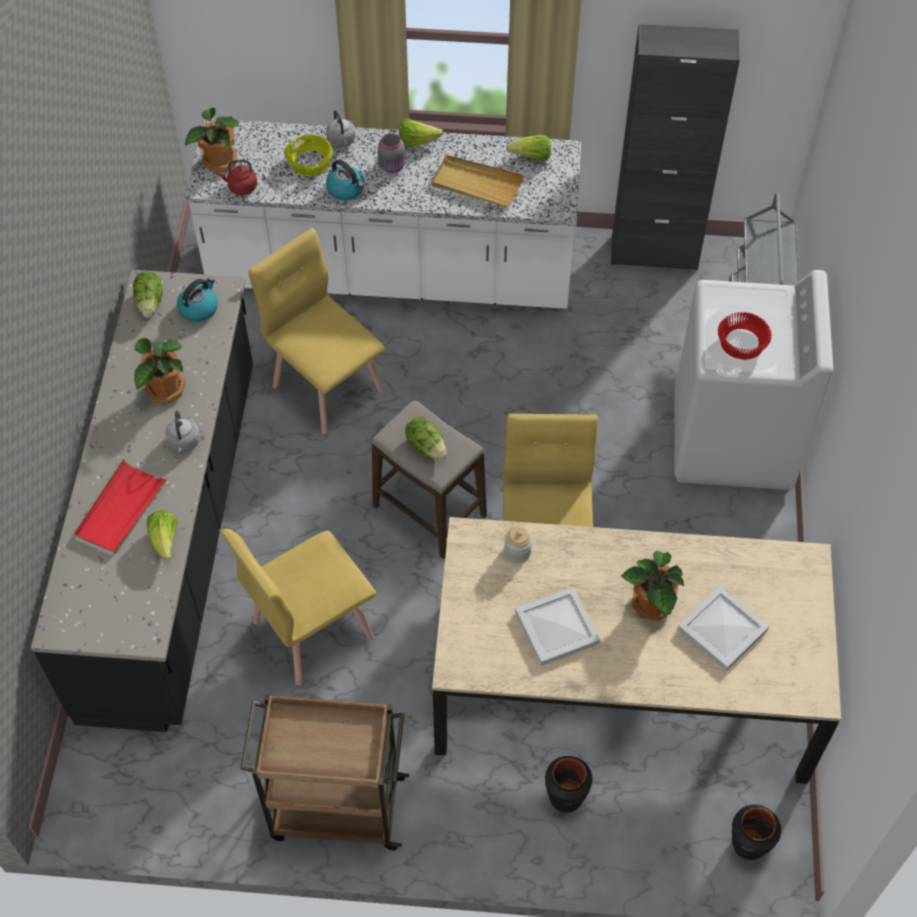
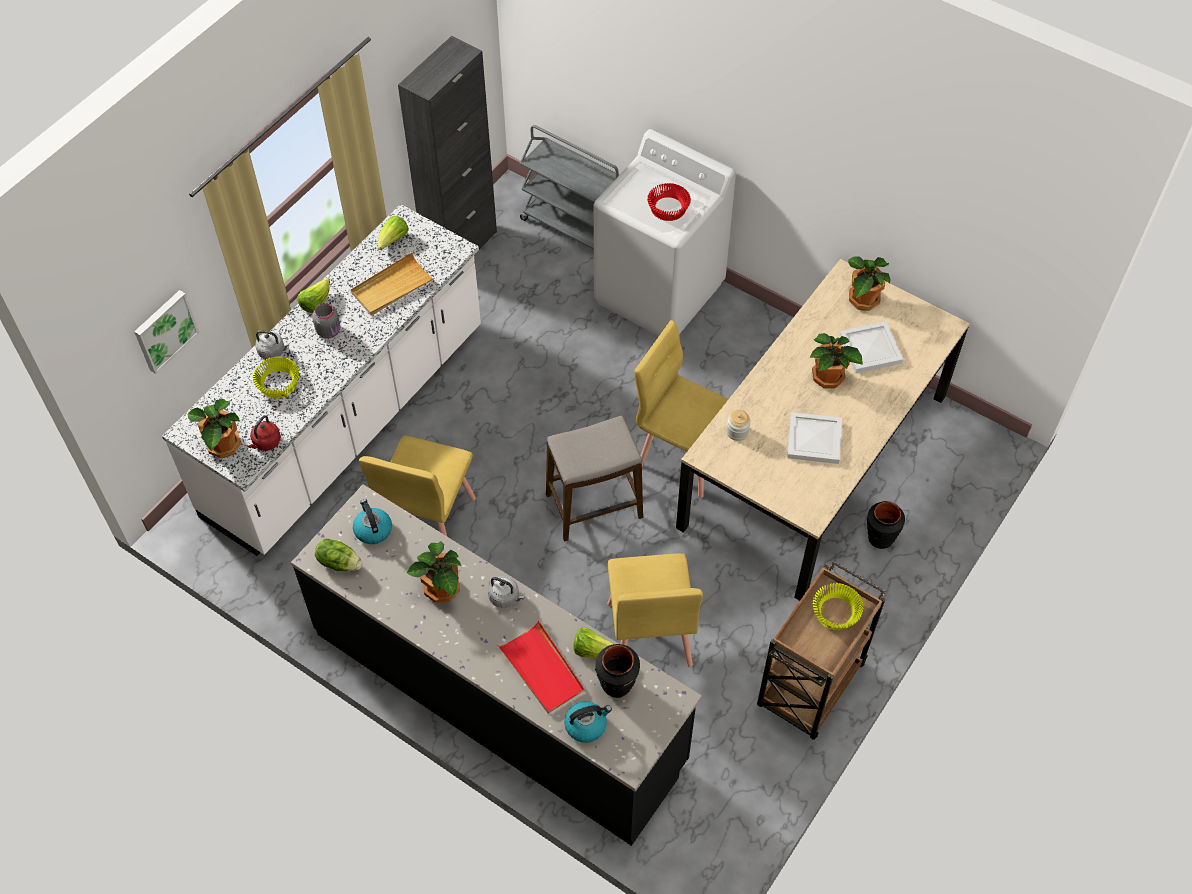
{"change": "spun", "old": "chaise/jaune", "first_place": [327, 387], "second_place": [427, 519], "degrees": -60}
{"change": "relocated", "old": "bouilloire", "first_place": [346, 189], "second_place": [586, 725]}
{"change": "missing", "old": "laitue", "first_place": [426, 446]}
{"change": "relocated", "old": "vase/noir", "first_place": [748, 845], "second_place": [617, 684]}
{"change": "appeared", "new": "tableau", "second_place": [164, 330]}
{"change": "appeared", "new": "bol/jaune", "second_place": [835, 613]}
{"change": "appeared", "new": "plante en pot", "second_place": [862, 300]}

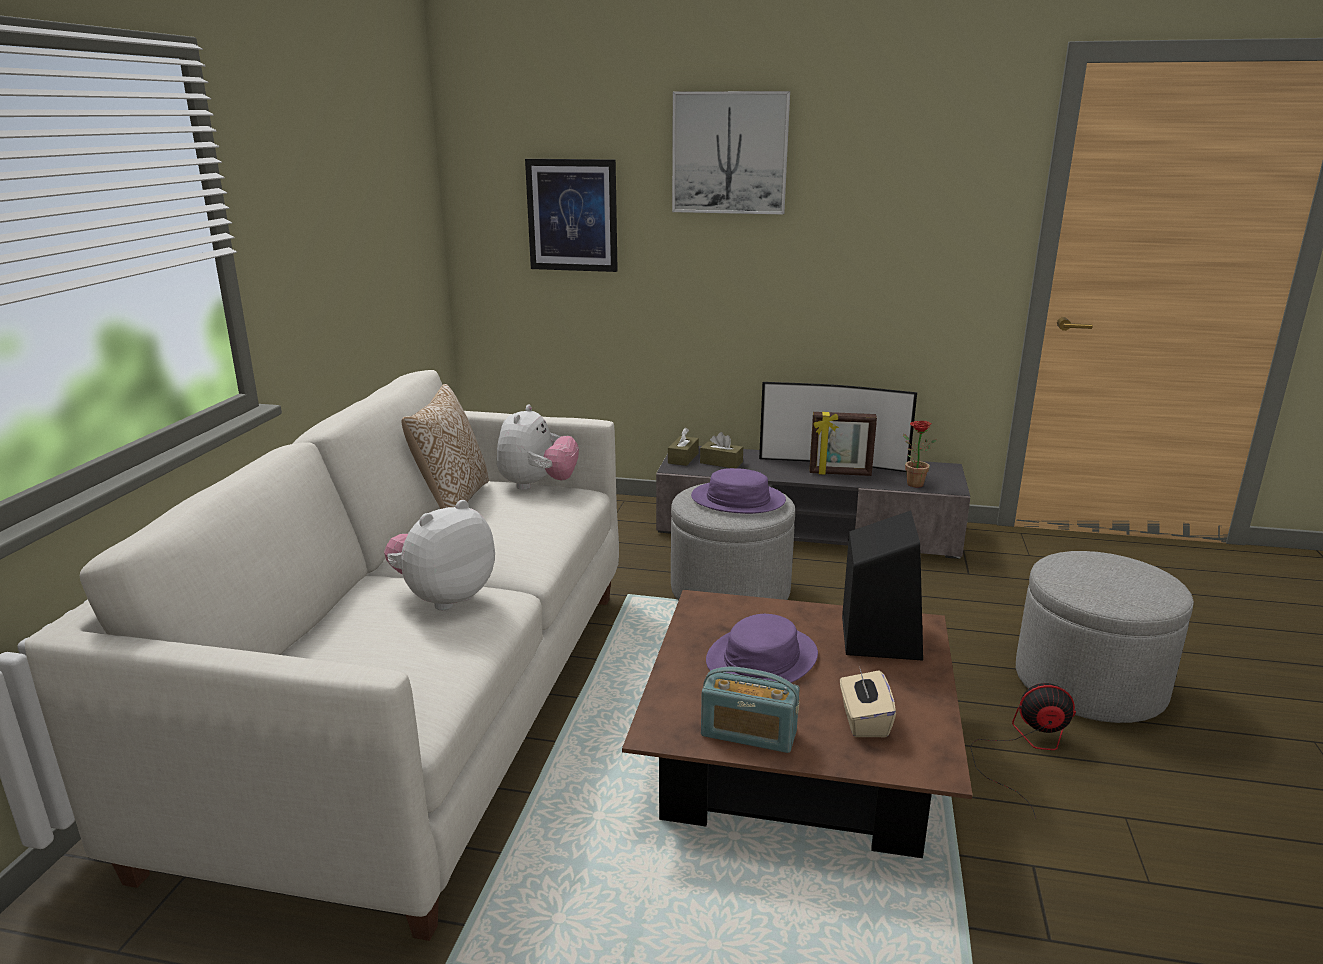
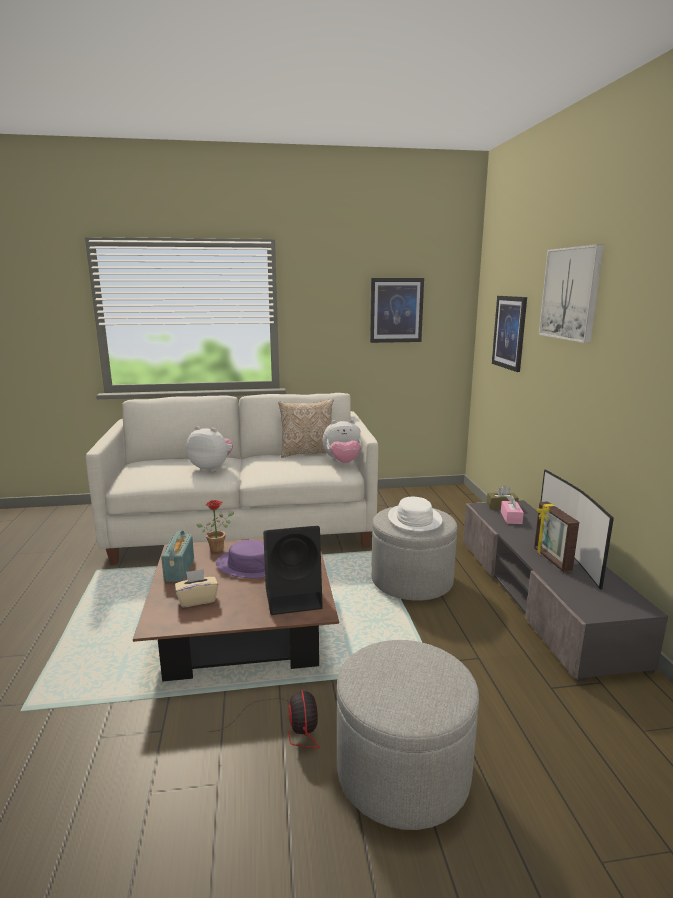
{"change": "colour", "old": "chapeau/violet", "new": "chapeau/blanc", "first_place": [738, 500], "second_place": [414, 519]}
{"change": "colour", "old": "boîte à mouchoirs/marron", "new": "boîte à mouchoirs/rose", "first_place": [721, 462], "second_place": [511, 518]}
{"change": "relocated", "old": "plante en pot", "first_place": [912, 483], "second_place": [218, 548]}
{"change": "appeared", "new": "tableau", "second_place": [396, 310]}

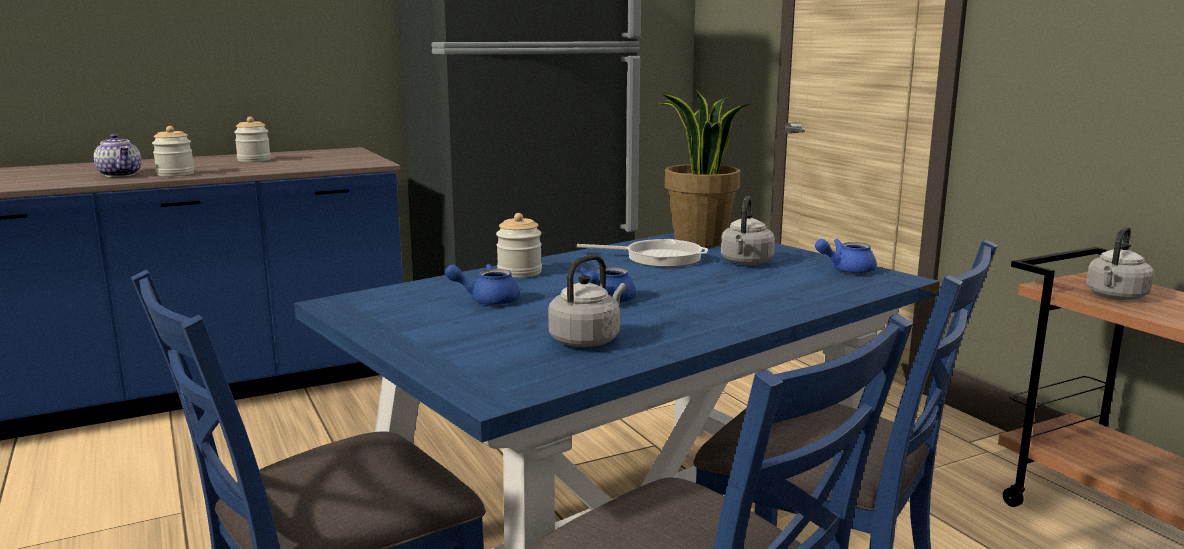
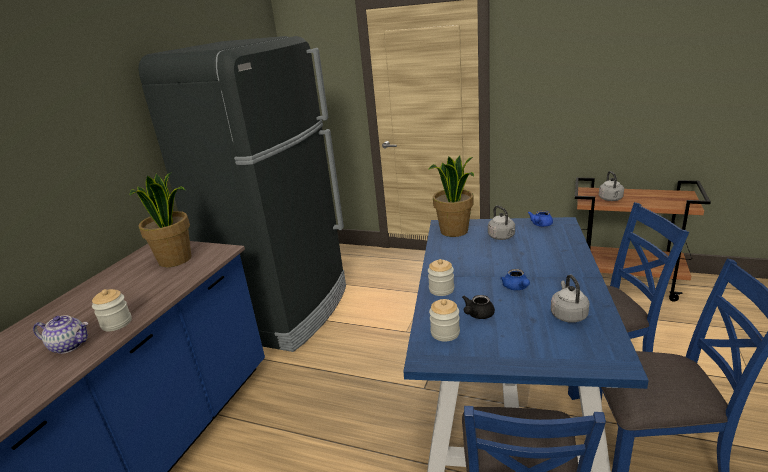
{"change": "relocated", "old": "bocal", "first_place": [254, 160], "second_place": [445, 333]}
{"change": "colour", "old": "théière/bleu", "new": "théière/noir", "first_place": [487, 300], "second_place": [477, 315]}
{"change": "missing", "old": "poêle", "first_place": [658, 258]}
{"change": "appeared", "new": "plante en pot", "second_place": [176, 259]}

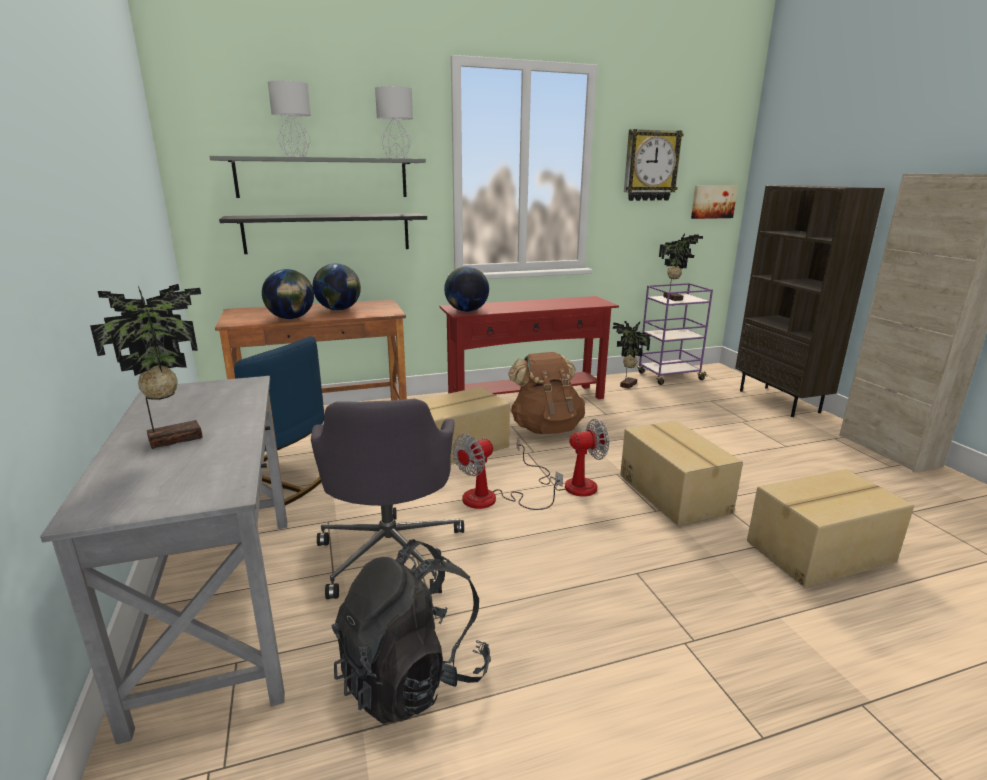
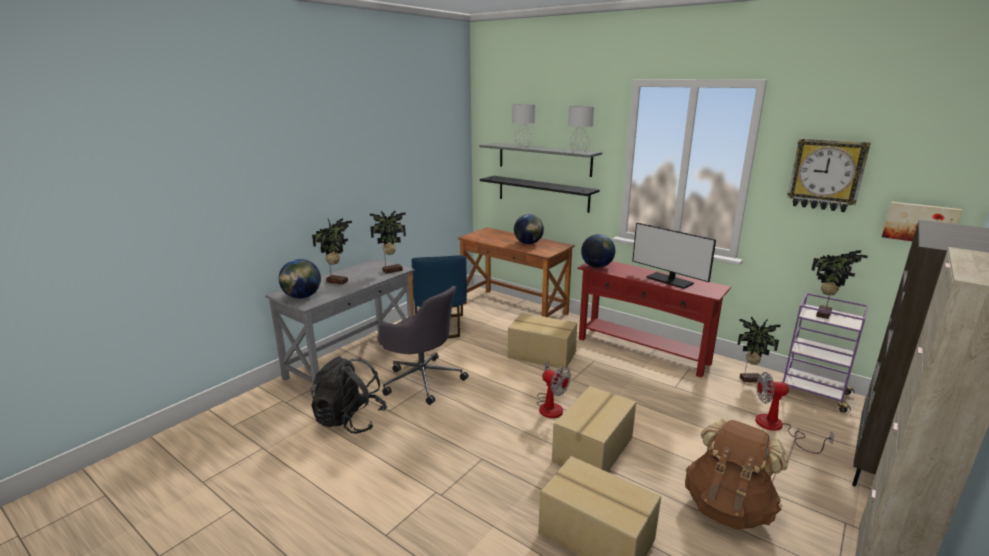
{"change": "relocated", "old": "globe", "first_place": [291, 318], "second_place": [302, 297]}
{"change": "spun", "old": "chaise de bureau/gris", "first_place": [391, 552], "second_place": [422, 379], "degrees": -105}
{"change": "relocated", "old": "ventilateur", "first_place": [492, 500], "second_place": [777, 428]}
{"change": "relocated", "old": "sac à dos/marron", "first_place": [546, 428], "second_place": [728, 508]}
{"change": "appeared", "new": "plante en pot", "second_place": [391, 270]}
{"change": "appeared", "new": "écran d'ordinateur", "second_place": [669, 280]}

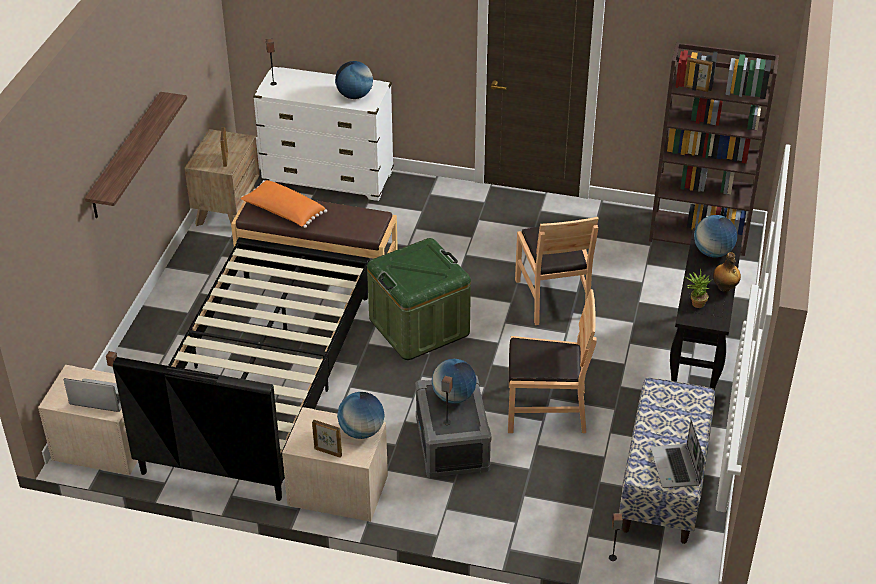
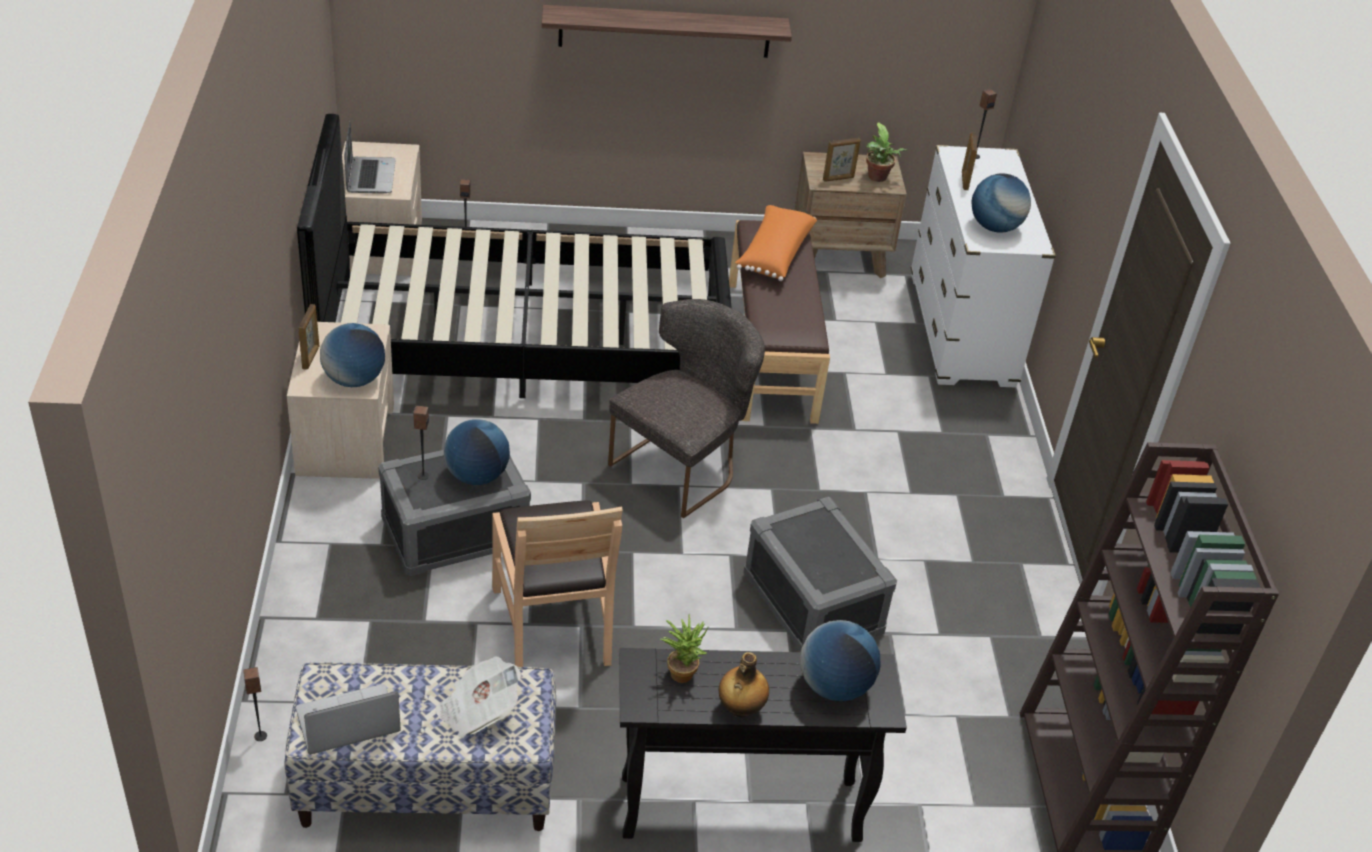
{"change": "exchanged", "old": "boîte de rangement/vert", "new": "chaise/gris", "first_place": [419, 327], "second_place": [683, 466]}
{"change": "exchanged", "old": "chaise/marron", "new": "boîte de rangement/gris", "first_place": [553, 298], "second_place": [811, 603]}
{"change": "relocated", "old": "cadre photo", "first_place": [696, 89], "second_place": [964, 181]}
{"change": "appeared", "new": "journal", "second_place": [478, 711]}
{"change": "appeared", "new": "plante en pot", "second_place": [878, 178]}

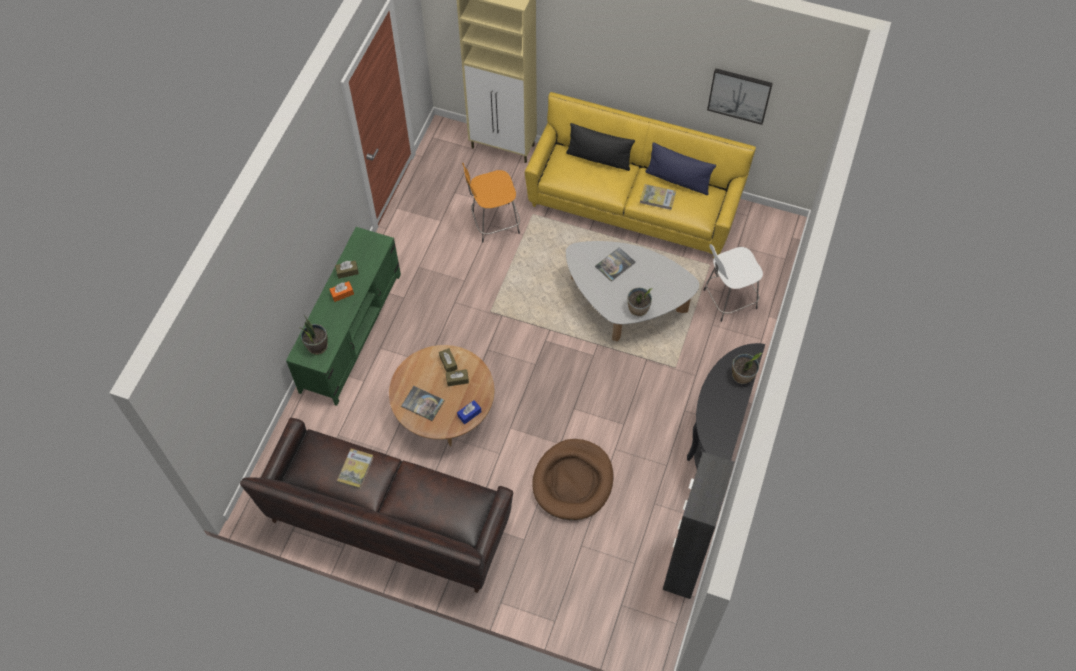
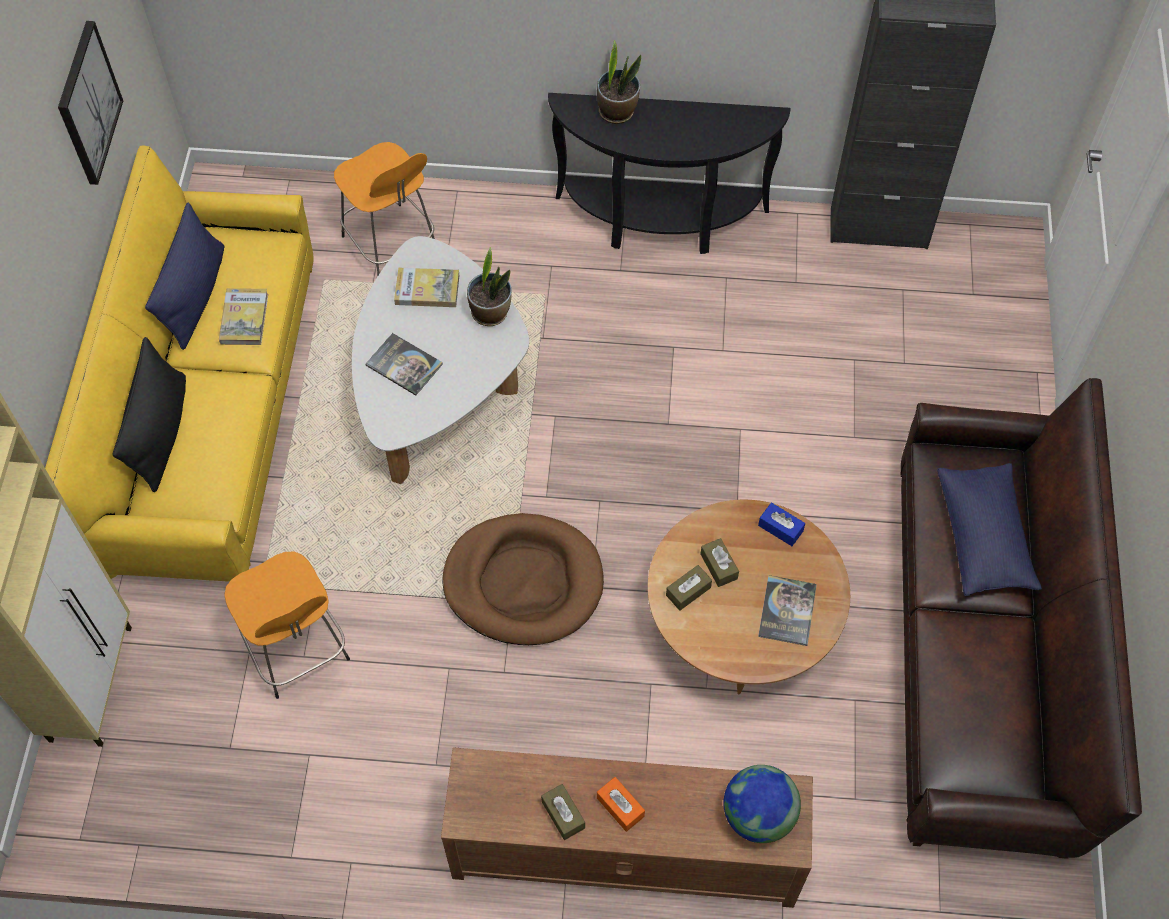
{"change": "colour", "old": "meuble télé/vert", "new": "meuble télé/marron", "first_place": [351, 331], "second_place": [623, 850]}
{"change": "exchanged", "old": "plante en pot", "new": "globe", "first_place": [317, 346], "second_place": [758, 815]}
{"change": "relocated", "old": "livre", "first_place": [355, 469], "second_place": [427, 289]}
{"change": "relocated", "old": "panier pour chien/marron", "first_place": [573, 481], "second_place": [523, 582]}
{"change": "colour", "old": "tabouret/blanc", "new": "tabouret/orange", "first_place": [728, 300], "second_place": [391, 244]}
{"change": "appeared", "new": "coussin/bleu", "second_place": [983, 538]}

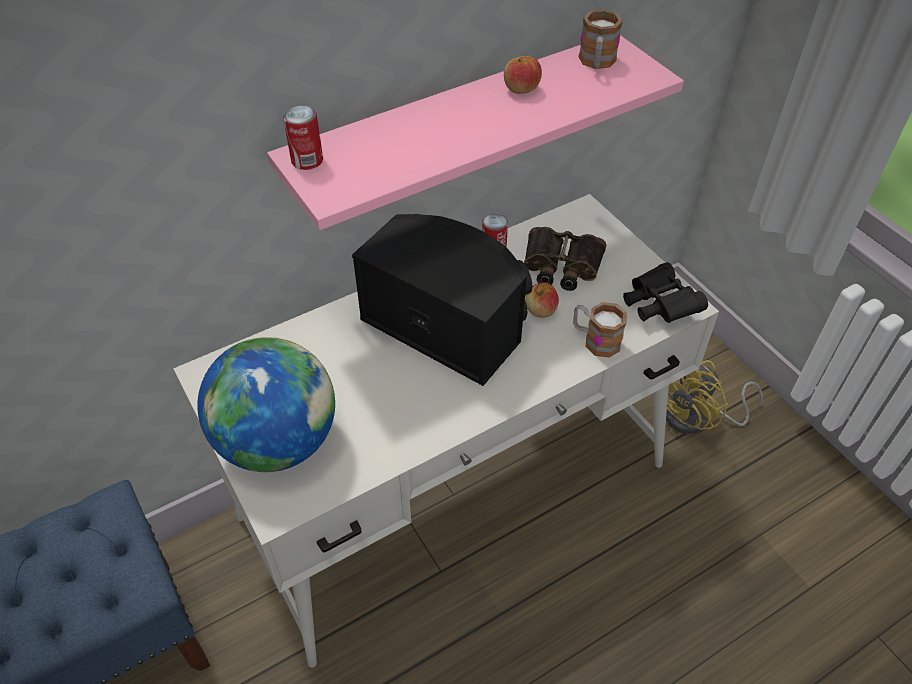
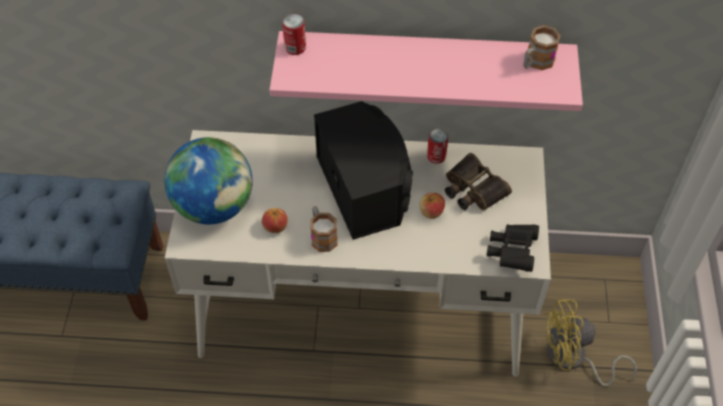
{"change": "relocated", "old": "pomme", "first_place": [521, 89], "second_place": [275, 226]}
{"change": "relocated", "old": "mug", "first_place": [595, 340], "second_place": [322, 236]}

